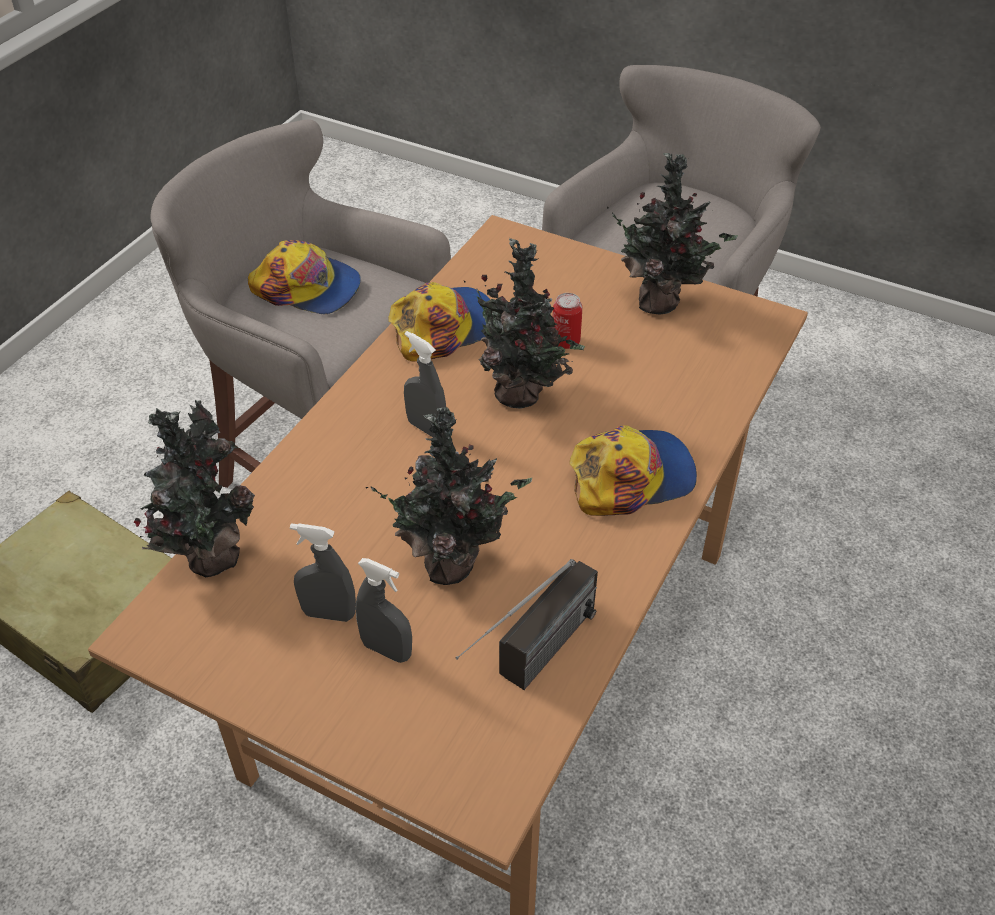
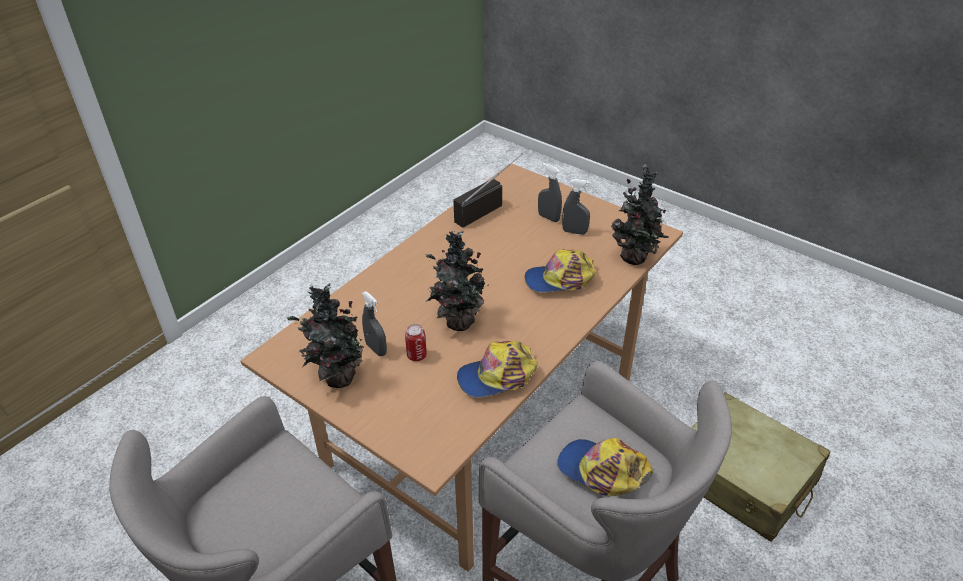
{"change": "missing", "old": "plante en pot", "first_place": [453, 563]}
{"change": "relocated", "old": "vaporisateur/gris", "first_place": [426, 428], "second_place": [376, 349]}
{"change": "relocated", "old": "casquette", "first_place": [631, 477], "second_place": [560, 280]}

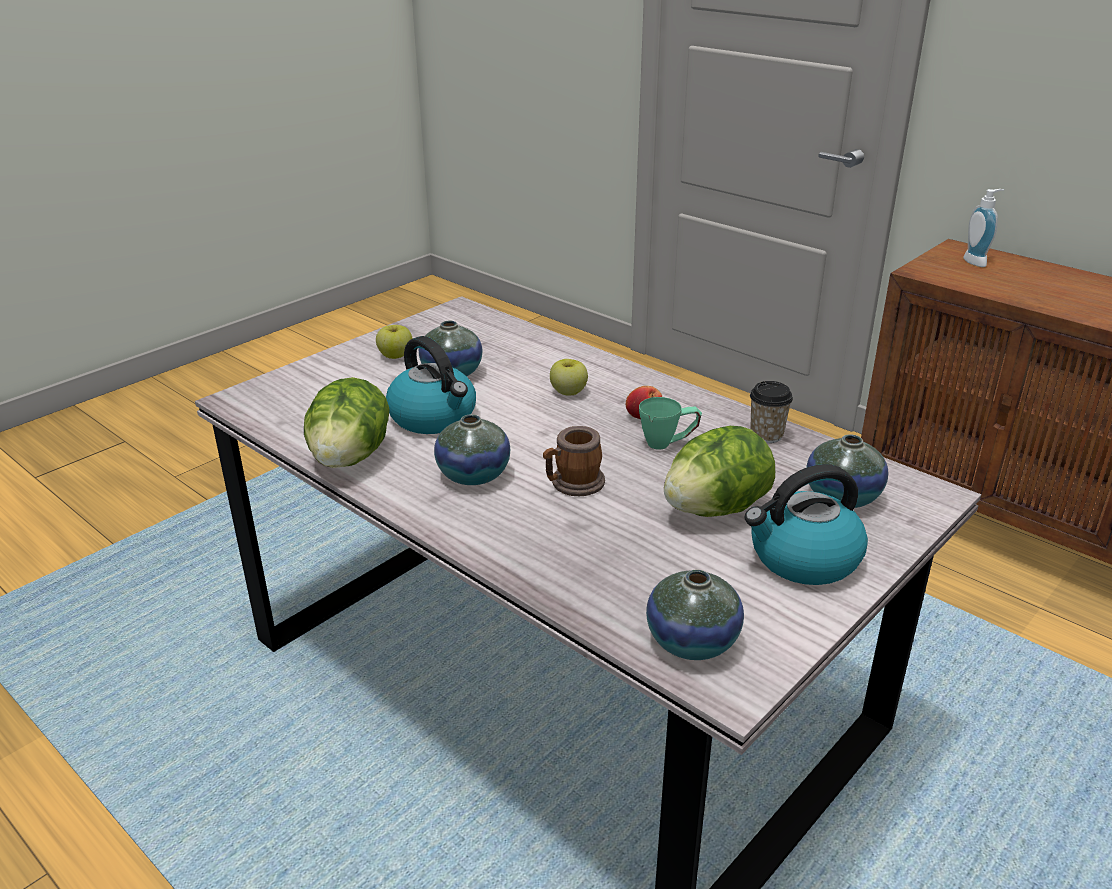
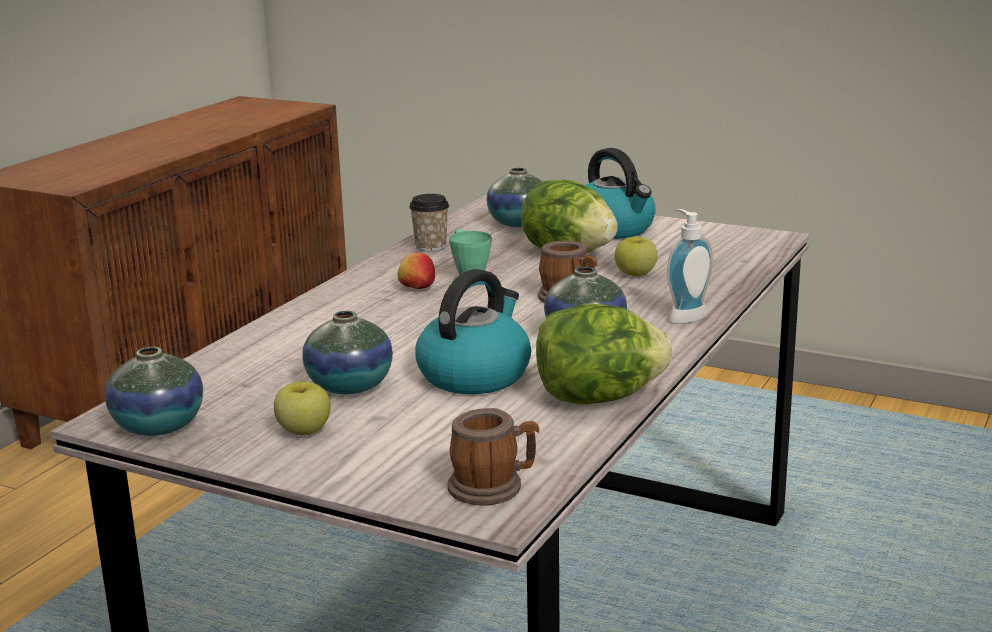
{"change": "relocated", "old": "pomme", "first_place": [568, 392], "second_place": [635, 274]}
{"change": "relocated", "old": "vase", "first_place": [692, 641], "second_place": [158, 426]}
{"change": "relocated", "old": "distributeur de savon", "first_place": [977, 261], "second_place": [684, 317]}
{"change": "appeared", "new": "mug", "second_place": [493, 487]}

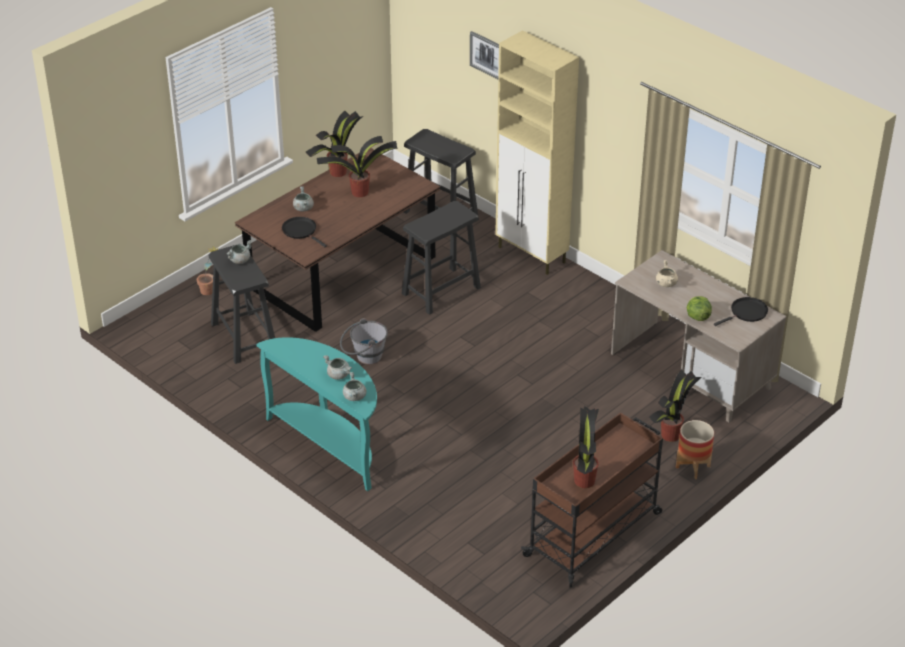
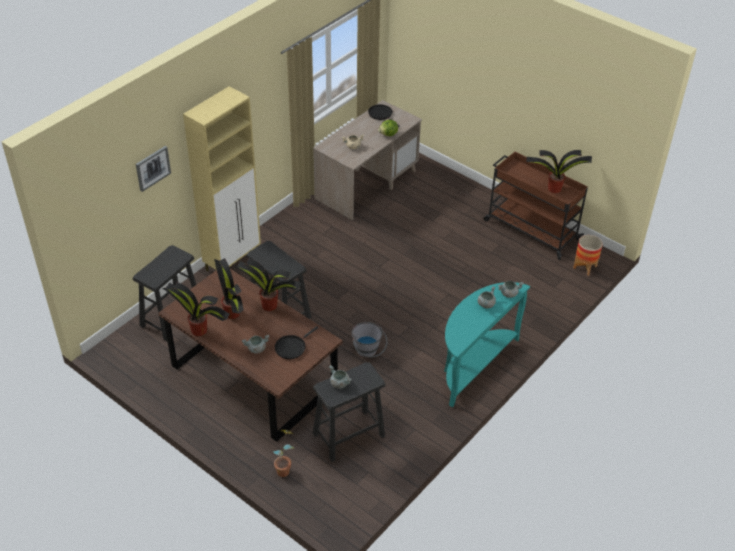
{"change": "relocated", "old": "plante en pot", "first_place": [671, 434], "second_place": [268, 305]}
{"change": "relocated", "old": "cache-pot", "first_place": [692, 467], "second_place": [585, 267]}

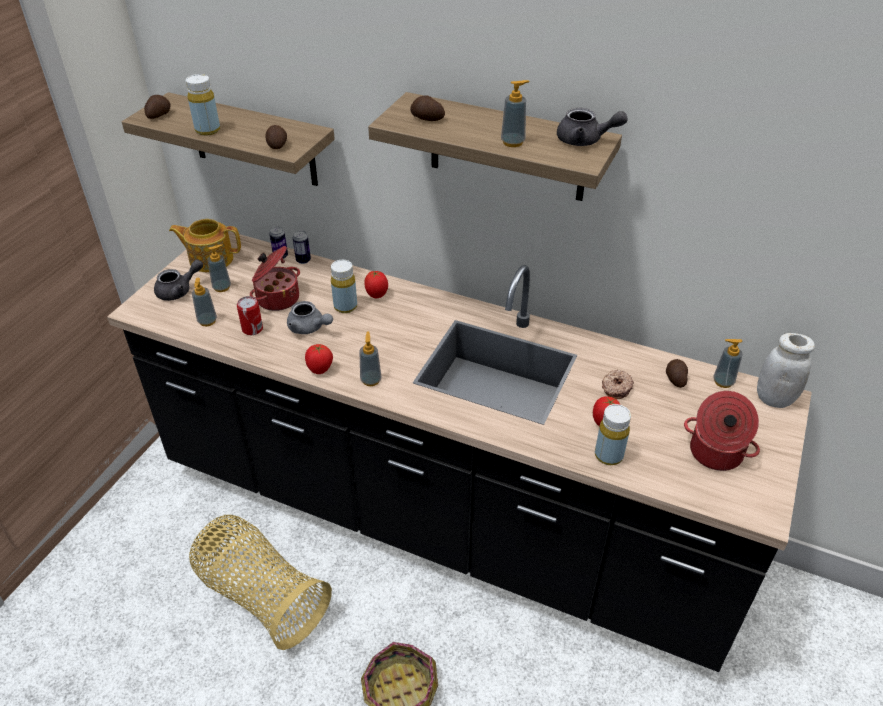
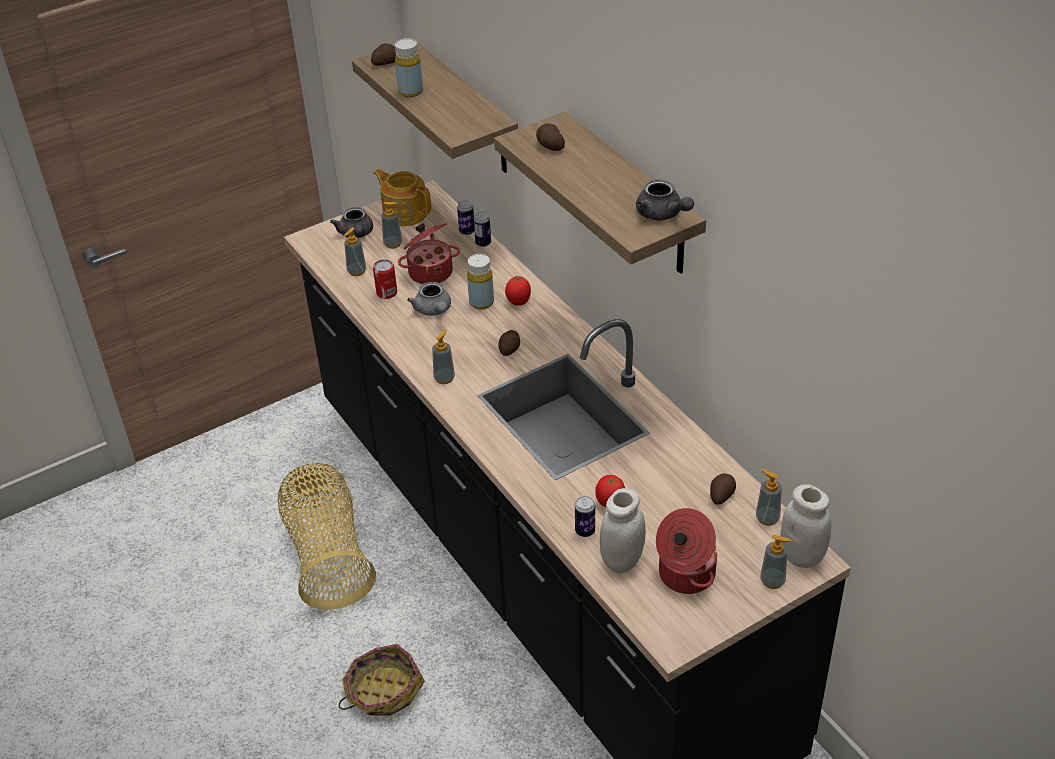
{"change": "spun", "old": "théière/gris", "first_place": [179, 291], "second_place": [356, 234], "degrees": 75}
{"change": "relocated", "old": "pomme de terre", "first_place": [277, 145], "second_place": [510, 349]}
{"change": "missing", "old": "tomate", "first_place": [320, 370]}
{"change": "relocated", "old": "distributeur de savon", "first_place": [512, 142], "second_place": [772, 581]}
{"change": "exchanged", "old": "bouteille/jaune", "new": "boîte métallique", "first_place": [608, 455], "second_place": [585, 531]}
{"change": "missing", "old": "beignet", "first_place": [615, 388]}
{"change": "appeared", "new": "bocal/blanc", "second_place": [622, 560]}

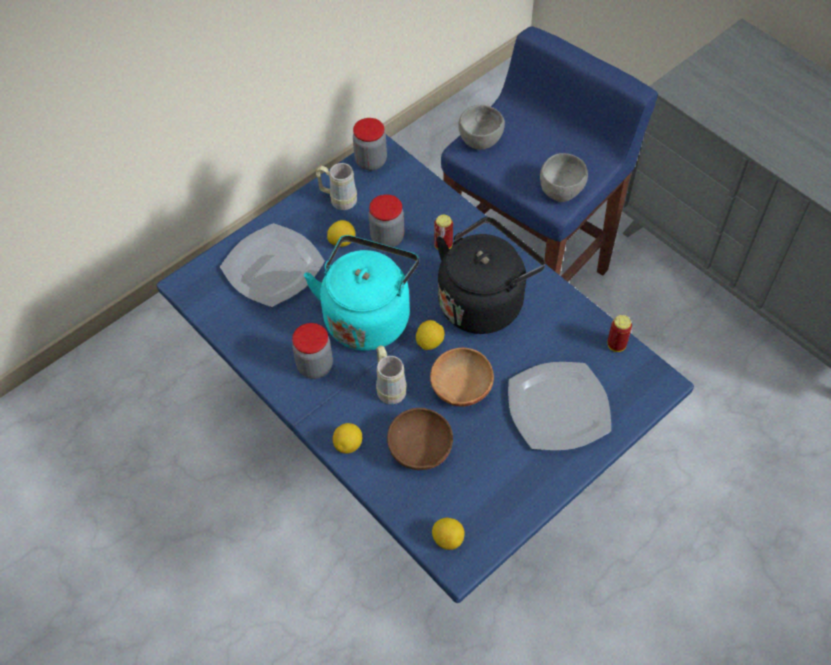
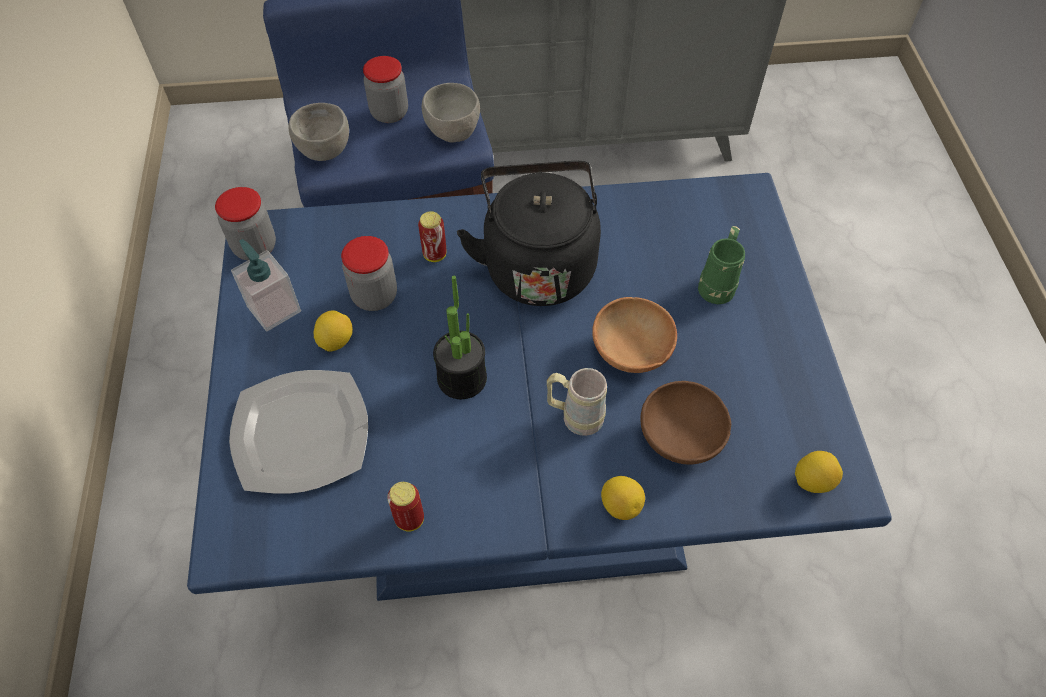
{"change": "relocated", "old": "bocal", "first_place": [315, 366], "second_place": [389, 113]}
{"change": "exchanged", "old": "bouilloire/turquoise", "new": "plante en pot", "first_place": [368, 316], "second_place": [462, 378]}
{"change": "exchanged", "old": "mug/beige", "new": "distributeur de savon", "first_place": [338, 199], "second_place": [274, 309]}
{"change": "missing", "old": "citron", "first_place": [429, 342]}
{"change": "exchanged", "old": "assiette", "new": "mug/vert", "first_place": [558, 407], "second_place": [718, 284]}
{"change": "relocated", "old": "boîte métallique", "first_place": [616, 345], "second_place": [409, 519]}

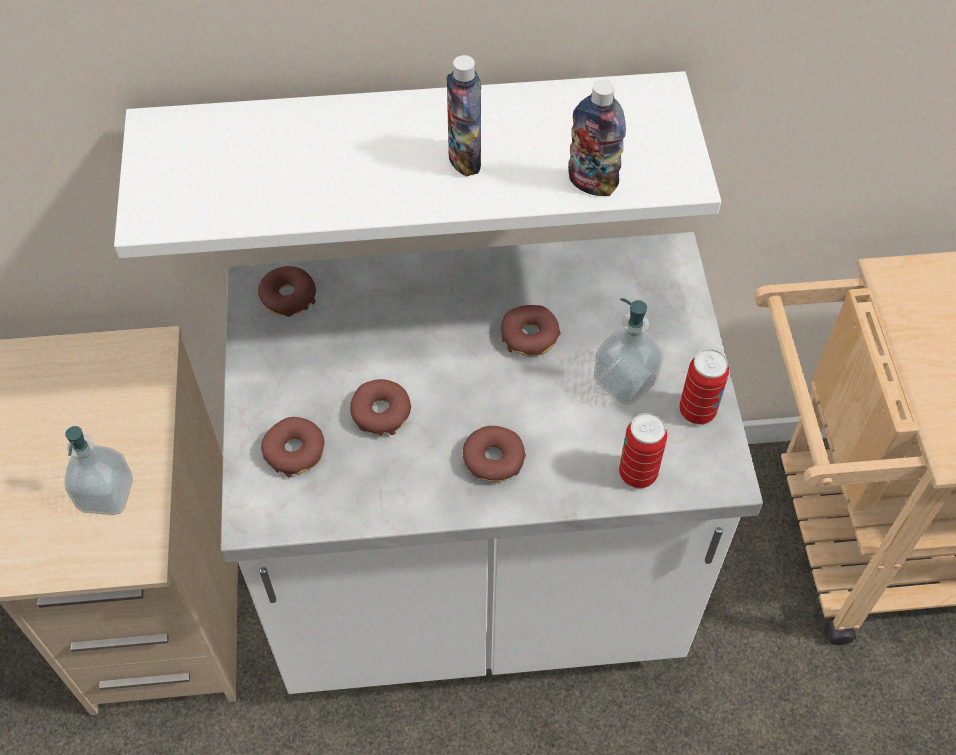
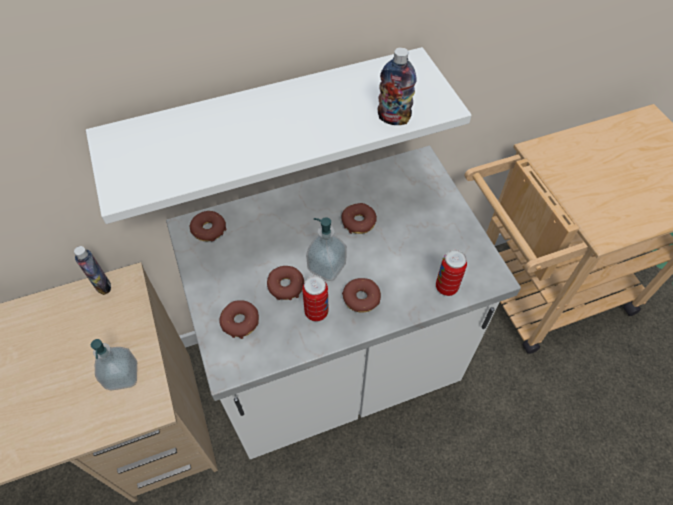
{"change": "relocated", "old": "bouteille", "first_place": [464, 159], "second_place": [102, 285]}
{"change": "relocated", "old": "distributeur de savon", "first_place": [625, 381], "second_place": [327, 267]}
{"change": "relocated", "old": "boîte métallique", "first_place": [697, 411], "second_place": [316, 312]}

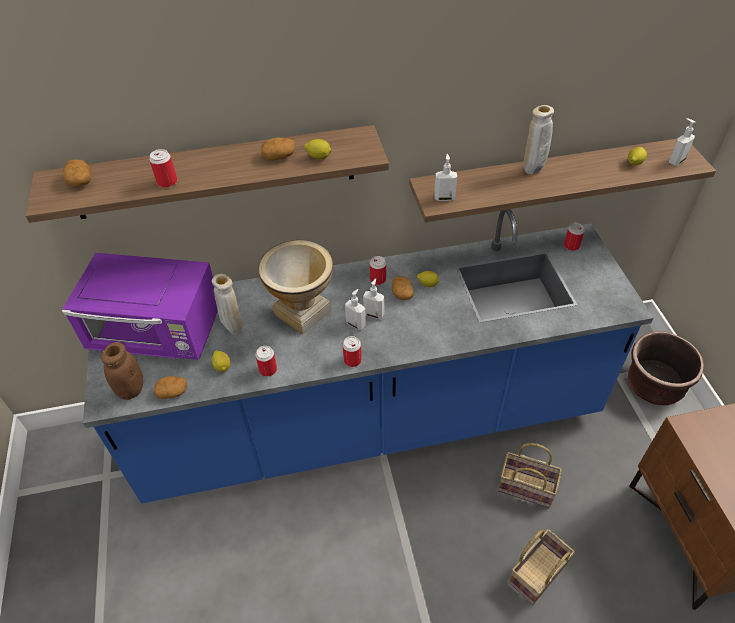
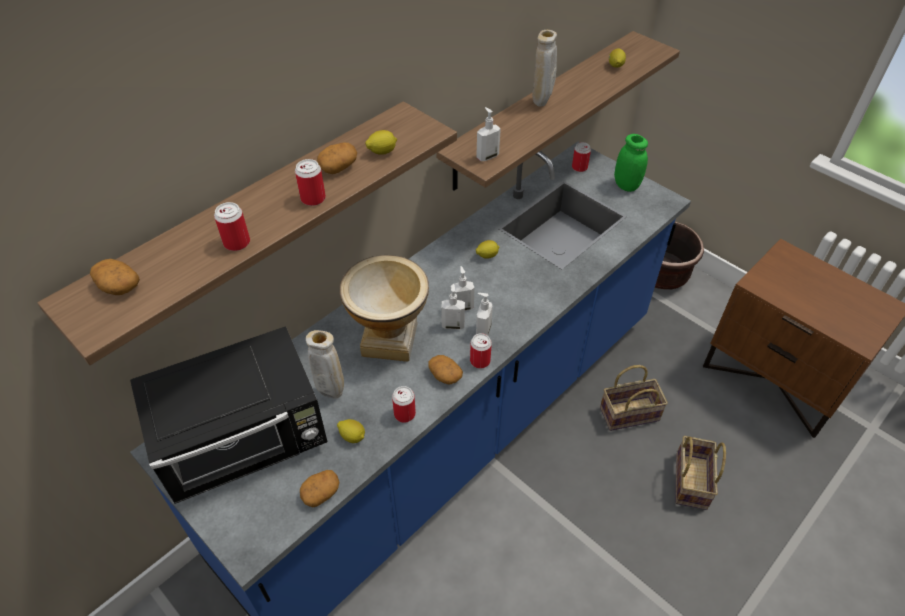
{"change": "colour", "old": "micro-ondes/violet", "new": "micro-ondes/noir", "first_place": [158, 334], "second_place": [246, 442]}
{"change": "missing", "old": "bocal/marron", "first_place": [131, 389]}
{"change": "relocated", "old": "boîte métallique", "first_place": [378, 279], "second_place": [313, 198]}
{"change": "relocated", "old": "pomme de terre", "first_place": [401, 293], "second_place": [444, 375]}
{"change": "relocated", "old": "distributeur de savon", "first_place": [676, 161], "second_place": [482, 330]}
{"change": "appeared", "new": "bocal/vert", "second_place": [626, 185]}

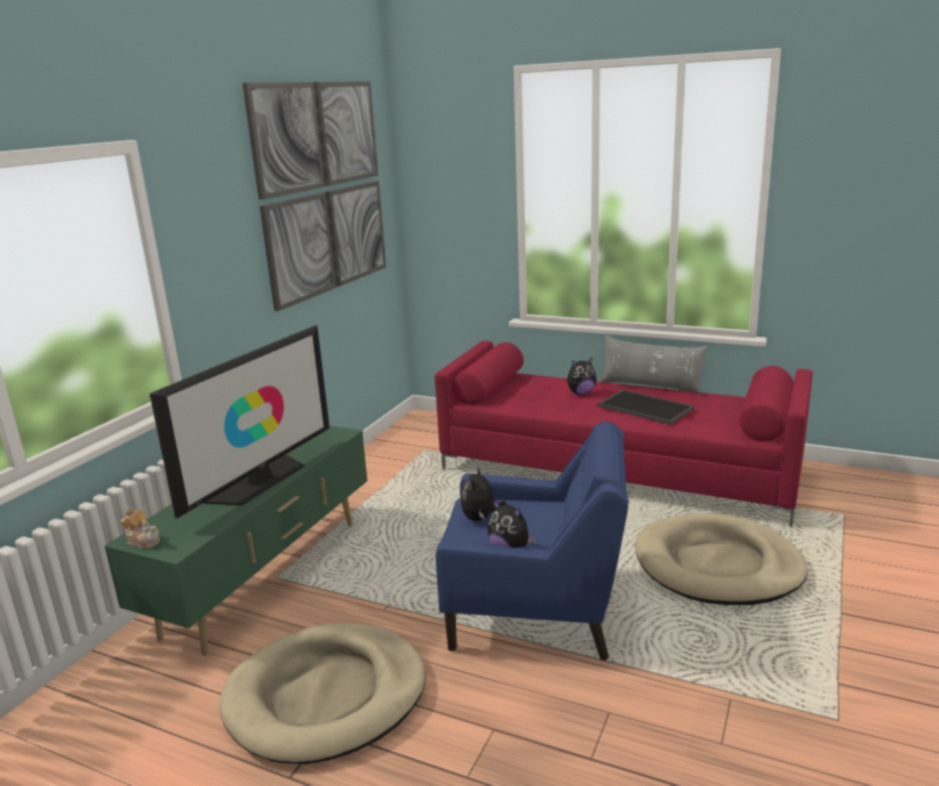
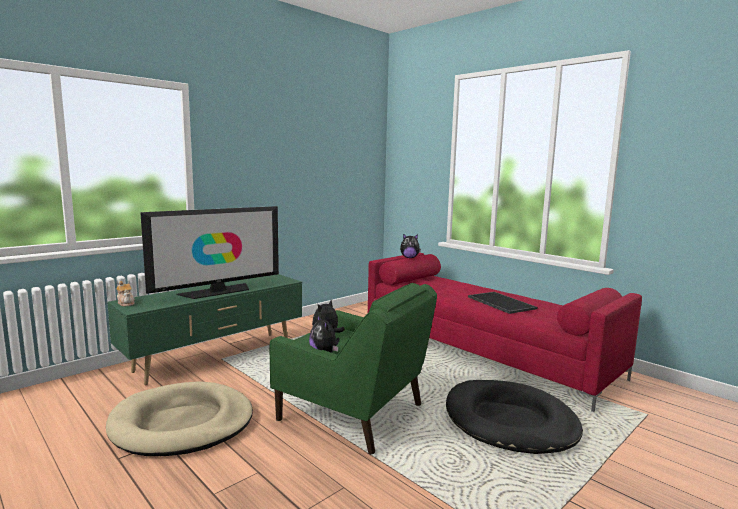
{"change": "missing", "old": "tableau", "first_place": [323, 189]}
{"change": "colour", "old": "fauteuil/bleu", "new": "fauteuil/vert", "first_place": [536, 610], "second_place": [353, 413]}
{"change": "relocated", "old": "peluche", "first_place": [581, 393], "second_place": [409, 258]}
{"change": "missing", "old": "coussin/gris", "first_place": [651, 386]}
{"change": "colour", "old": "panier pour chien/beige", "new": "panier pour chien/noir", "first_place": [718, 566], "second_place": [510, 421]}

